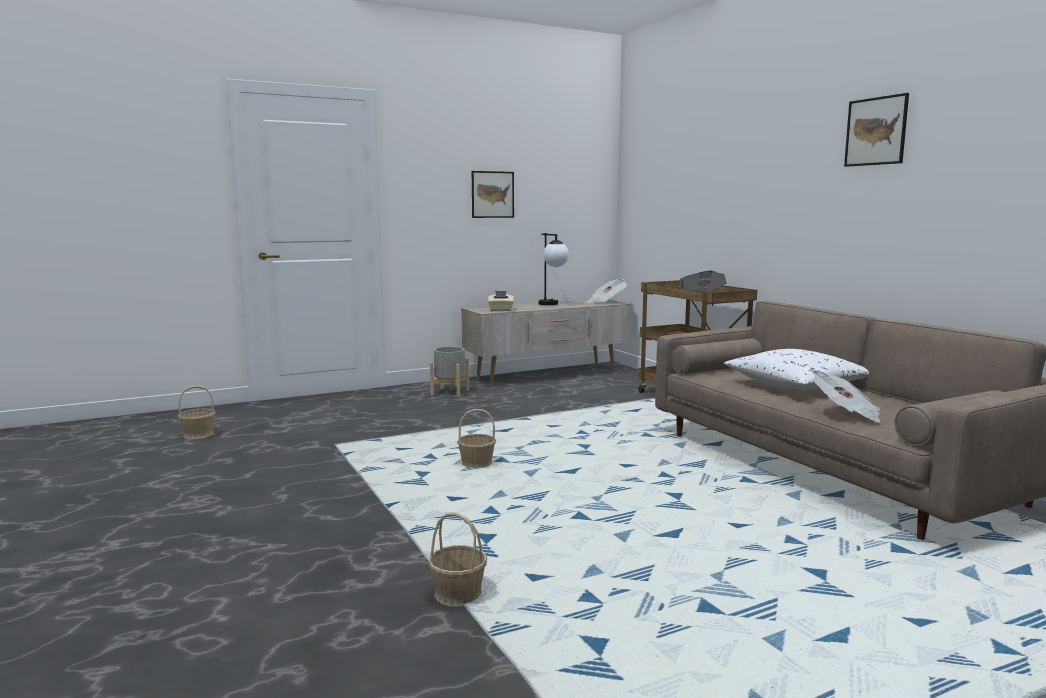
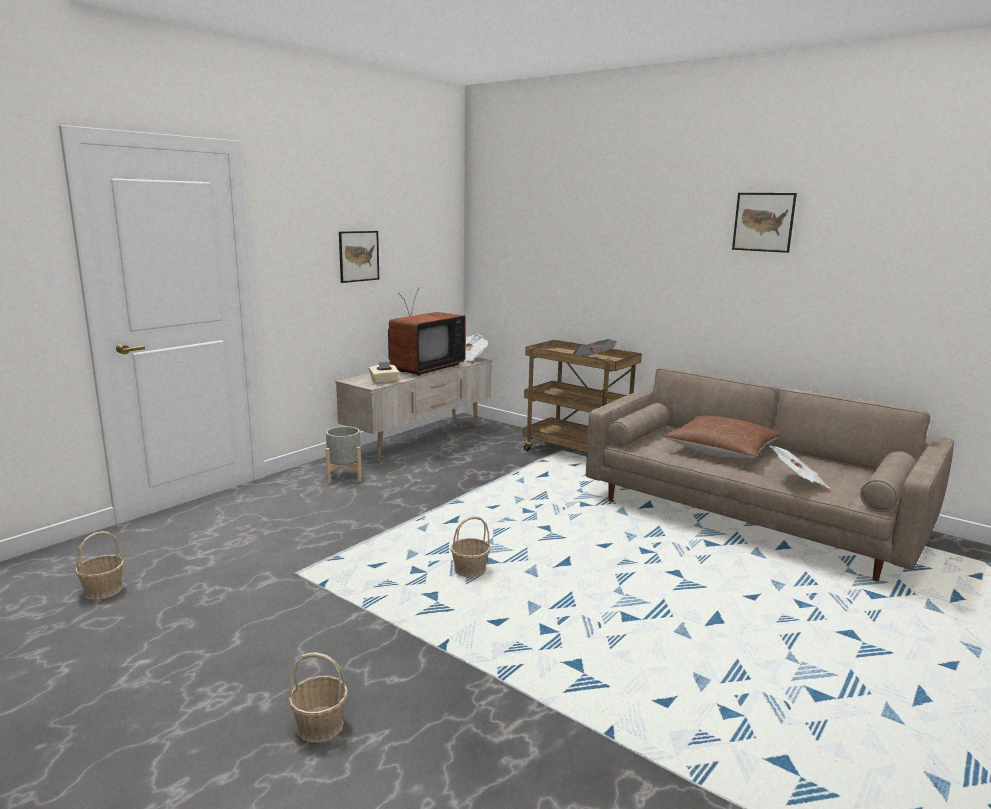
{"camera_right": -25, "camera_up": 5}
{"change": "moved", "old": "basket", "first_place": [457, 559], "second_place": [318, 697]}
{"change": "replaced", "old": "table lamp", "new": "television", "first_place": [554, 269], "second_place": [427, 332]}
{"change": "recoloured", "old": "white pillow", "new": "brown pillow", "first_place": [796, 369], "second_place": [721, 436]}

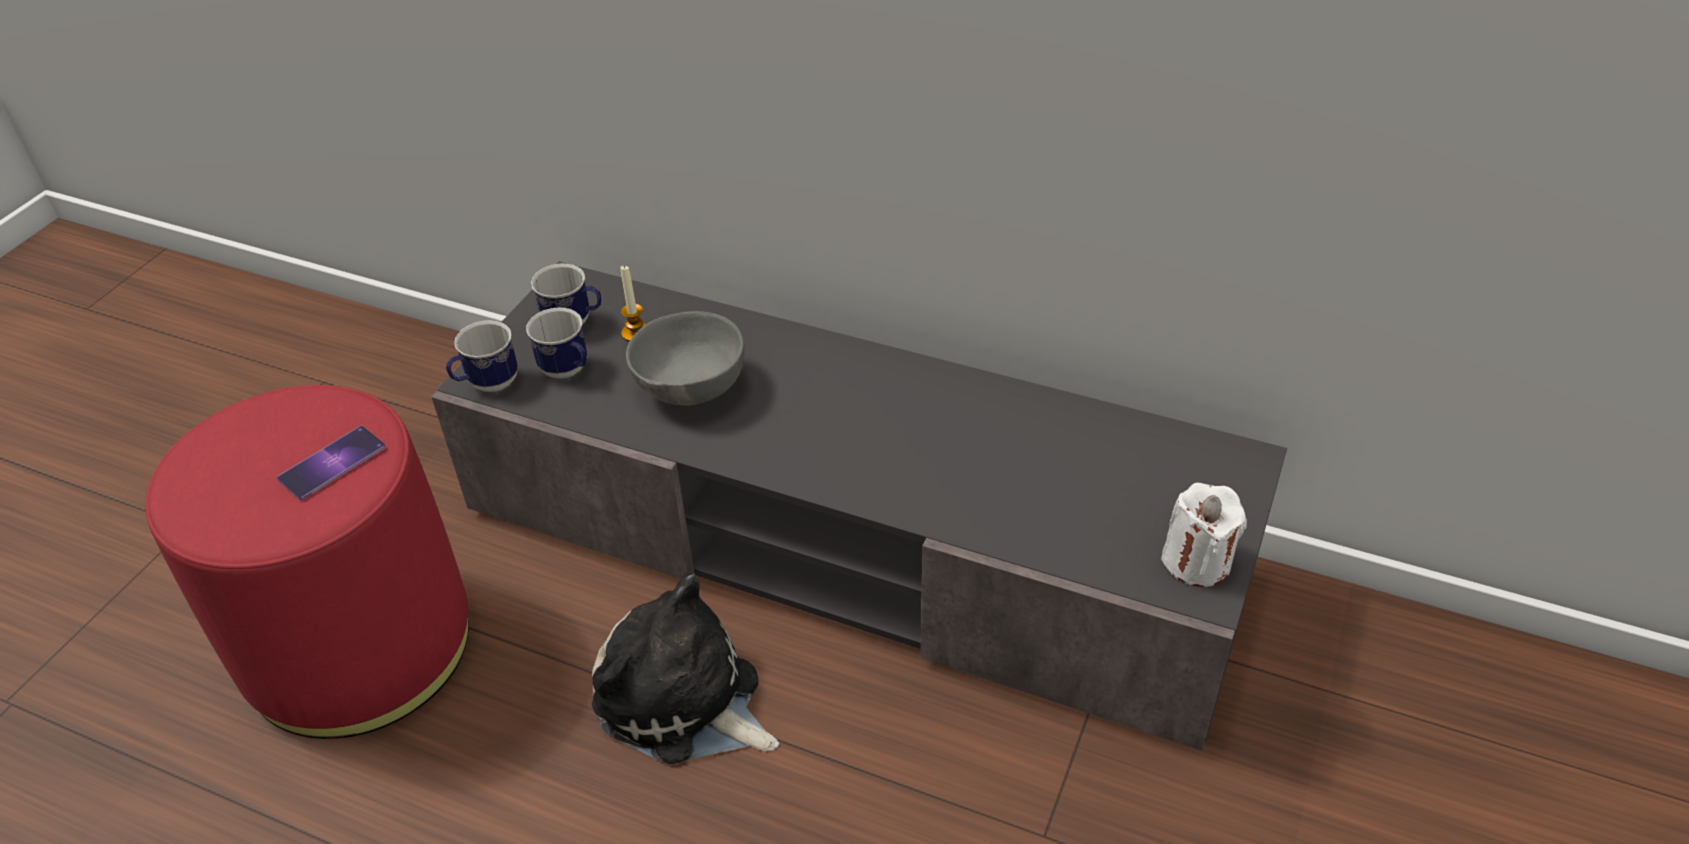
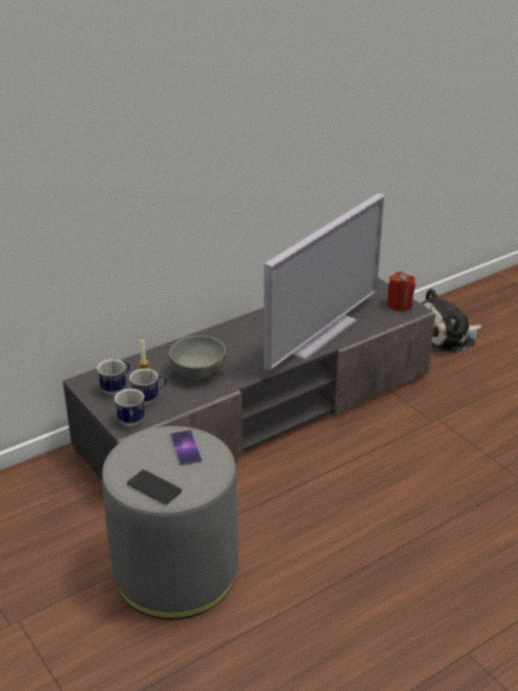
{"camera_right": -60, "camera_up": -10}
{"change": "recoloured", "old": "red ottoman", "new": "grey ottoman", "first_place": [307, 562], "second_place": [170, 522]}
{"change": "added", "new": "phone", "second_place": [154, 487]}
{"change": "added", "new": "television", "second_place": [324, 281]}
{"change": "recoloured", "old": "white candle", "new": "red candle", "first_place": [1204, 535], "second_place": [401, 291]}
{"change": "moved", "old": "plush toy", "first_place": [685, 668], "second_place": [452, 320]}

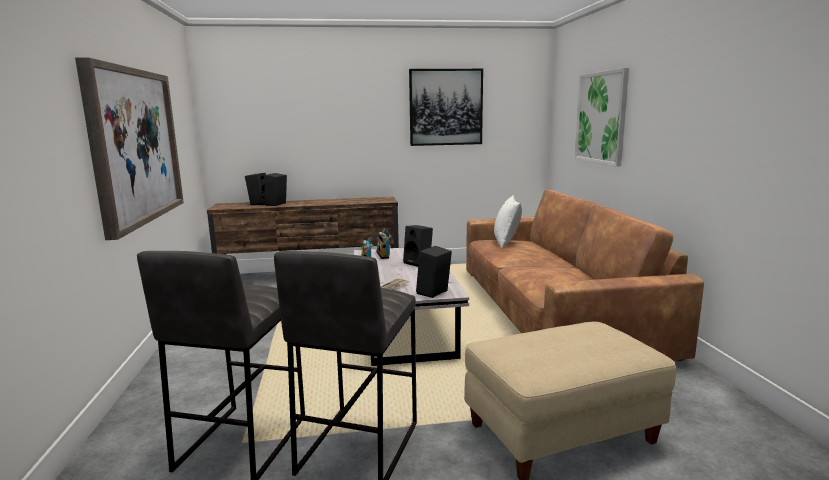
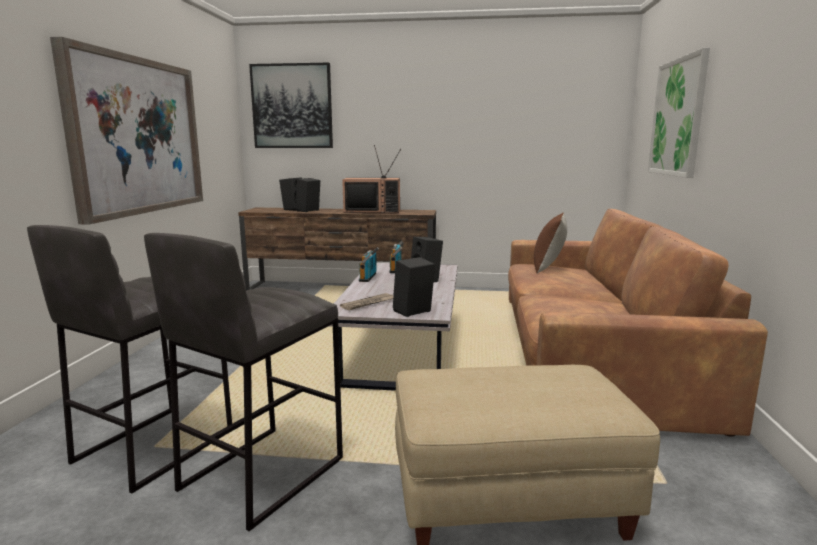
{"camera_right": 15, "camera_up": 0}
{"change": "moved", "old": "picture", "first_place": [446, 107], "second_place": [291, 105]}
{"change": "added", "new": "television", "second_place": [371, 179]}
{"change": "recoloured", "old": "white pillow", "new": "brown pillow", "first_place": [508, 221], "second_place": [550, 243]}

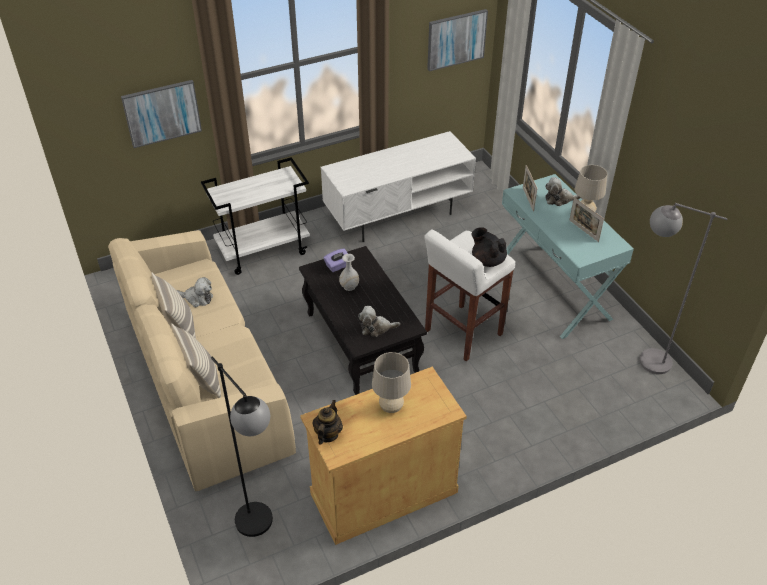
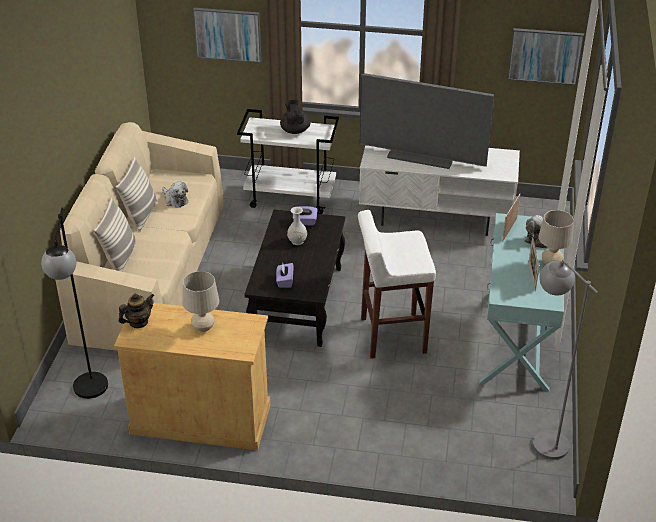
{"camera_right": 35, "camera_up": -5}
{"change": "replaced", "old": "plush toy", "new": "purple tissue box", "first_place": [379, 321], "second_place": [285, 275]}
{"change": "moved", "old": "black teapot", "first_place": [489, 247], "second_place": [295, 117]}
{"change": "added", "new": "television", "second_place": [427, 121]}

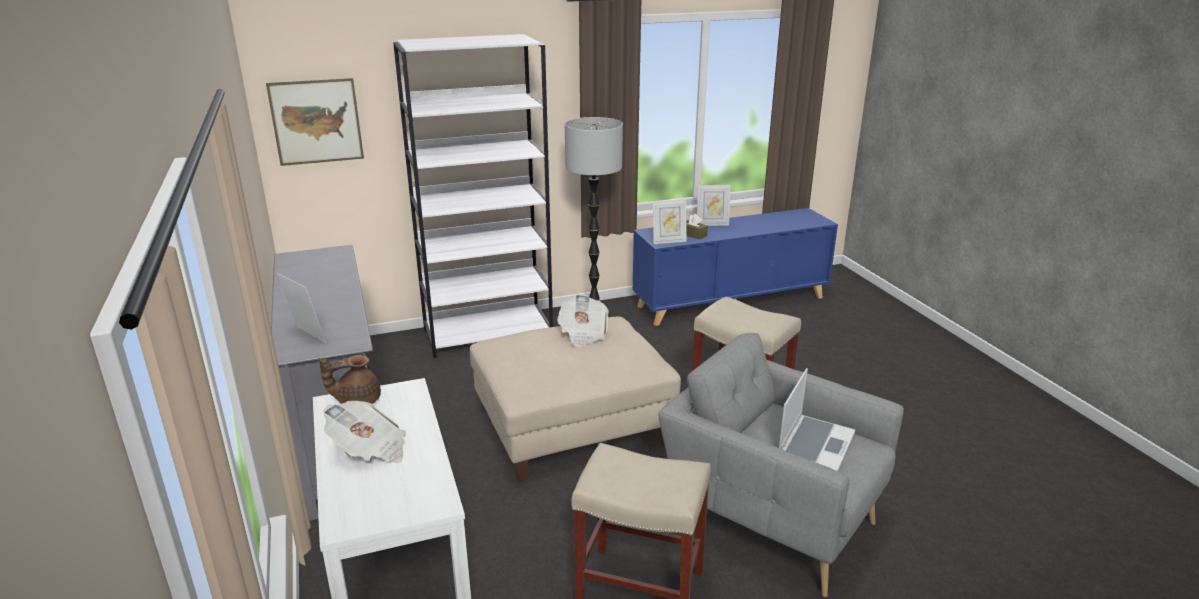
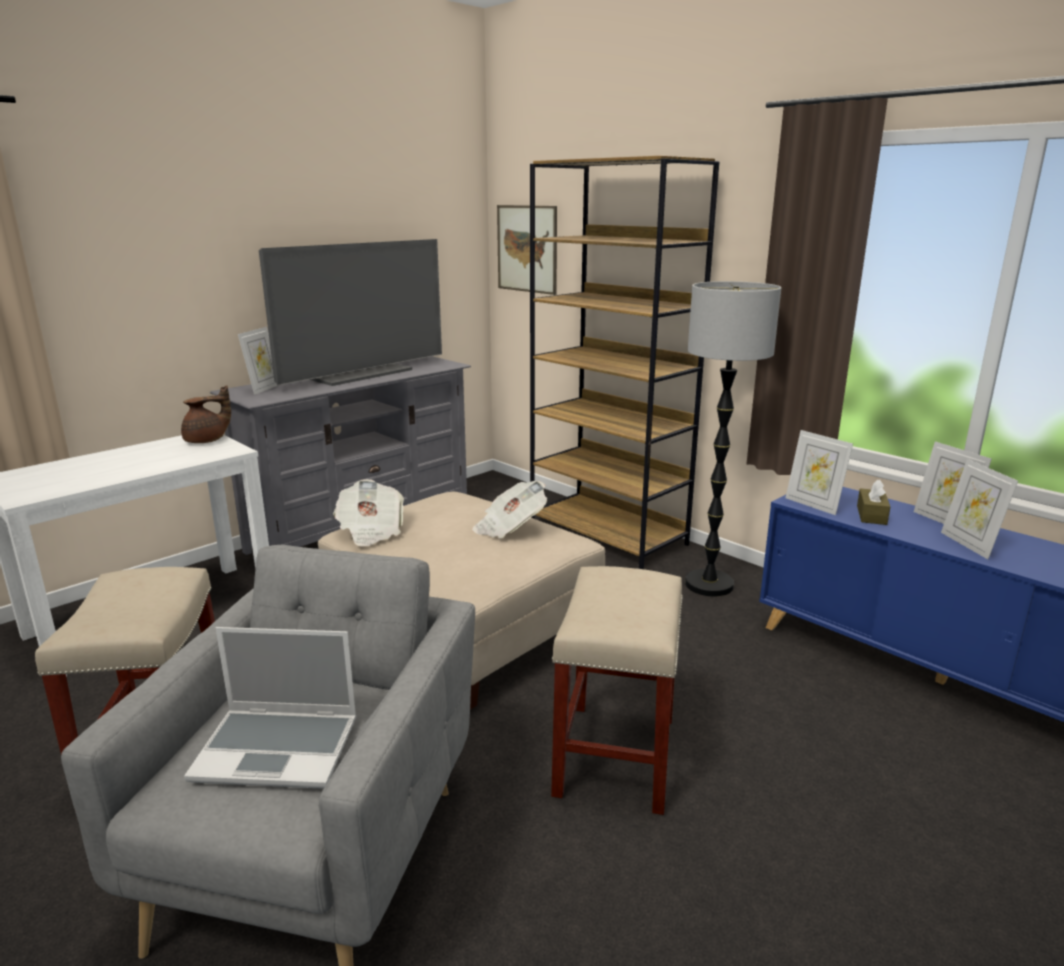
{"camera_right": 65, "camera_up": -5}
{"change": "turned", "old": "brown teapot", "first_place": [350, 379], "second_place": [206, 414], "degrees": 105}
{"change": "added", "new": "television", "second_place": [350, 312]}
{"change": "moved", "old": "newspaper", "first_place": [364, 432], "second_place": [368, 513]}
{"change": "recoloured", "old": "white bookcase", "new": "brown bookcase", "first_place": [473, 196], "second_place": [624, 362]}
{"change": "added", "new": "picture frame", "second_place": [979, 509]}

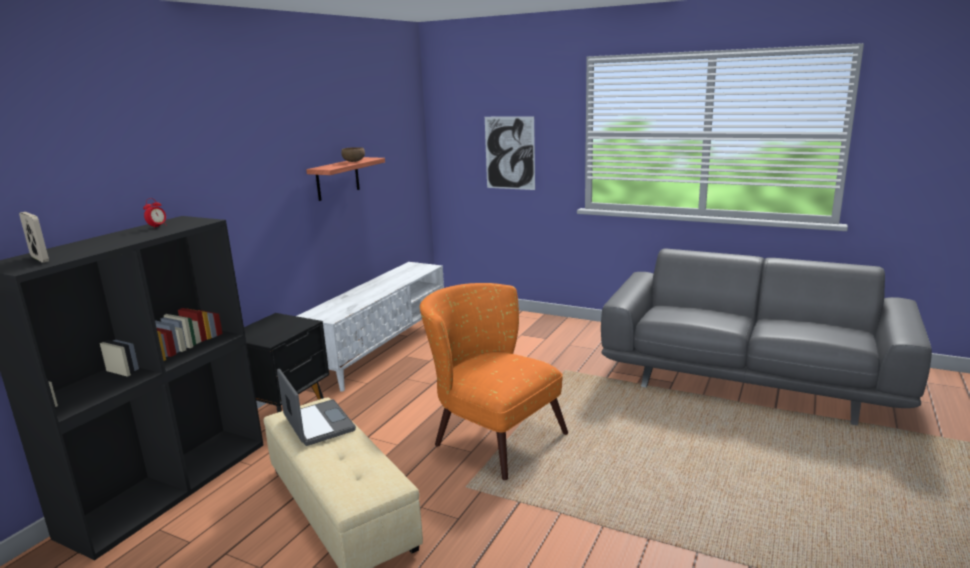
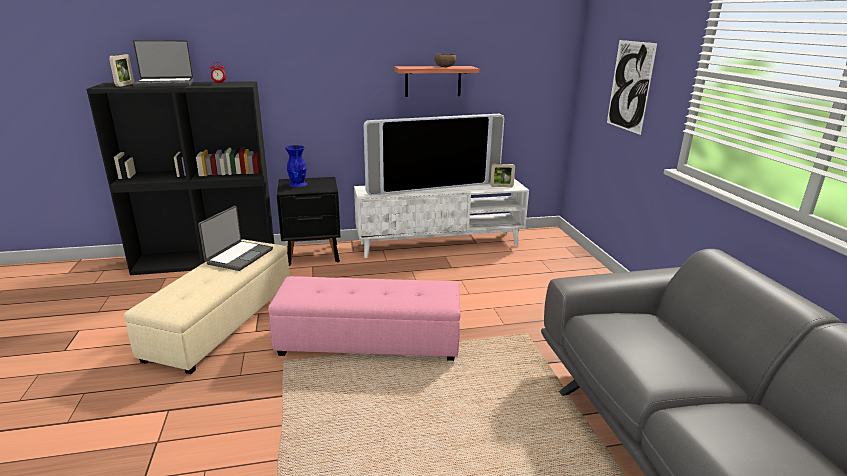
{"camera_right": 50, "camera_up": 5}
{"change": "added", "new": "laptop", "second_place": [163, 63]}
{"change": "replaced", "old": "orange armchair", "new": "pink ottoman", "first_place": [494, 381], "second_place": [364, 318]}
{"change": "added", "new": "blue vase", "second_place": [296, 166]}
{"change": "added", "new": "television", "second_place": [434, 155]}
{"change": "added", "new": "picture frame", "second_place": [502, 175]}

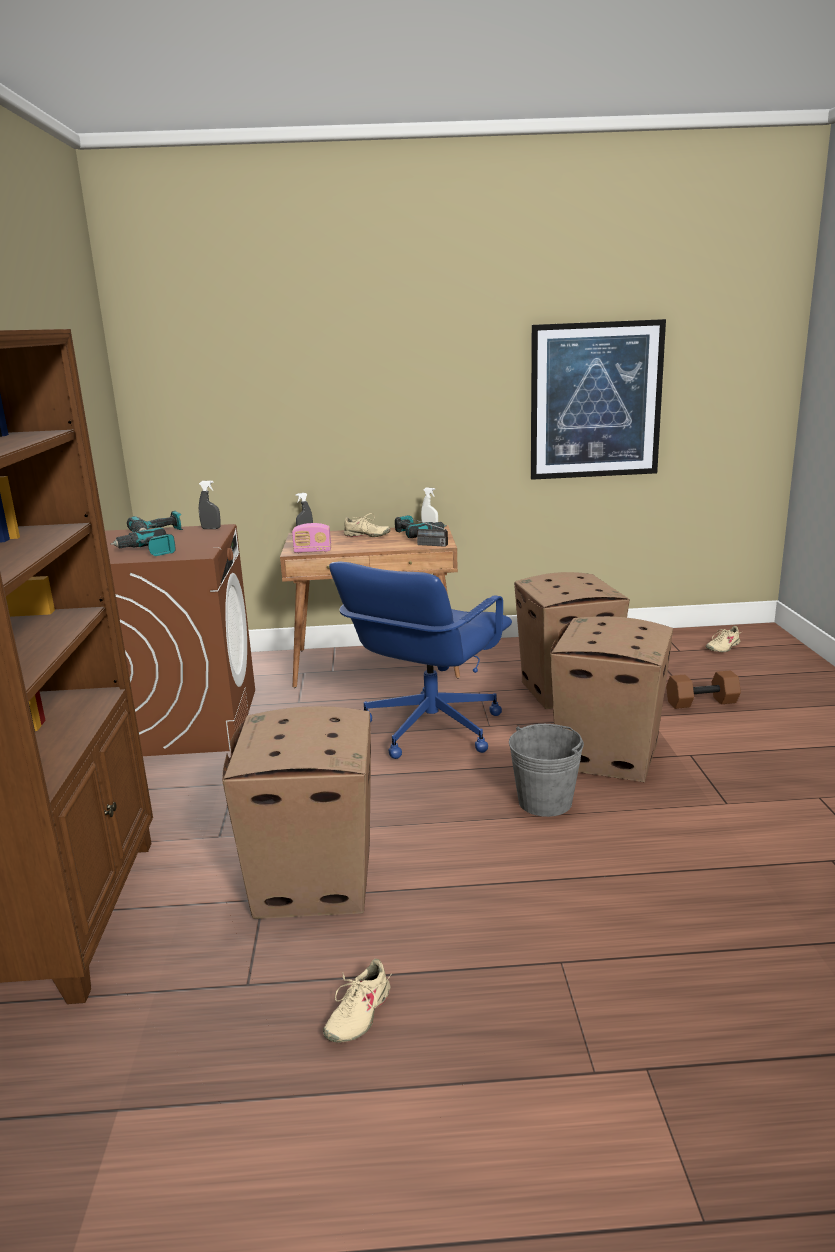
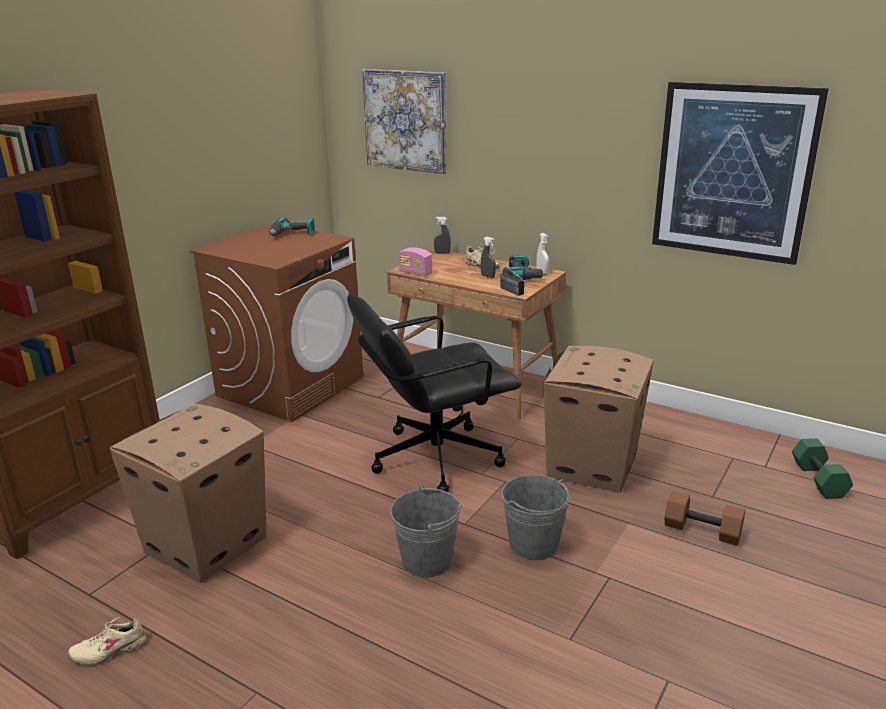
{"camera_right": 35, "camera_up": 5}
{"change": "recoloured", "old": "blue office chair", "new": "black office chair", "first_place": [420, 660], "second_place": [434, 393]}
{"change": "added", "new": "picture", "second_place": [404, 121]}
{"change": "moved", "old": "grey spray bottle", "first_place": [210, 505], "second_place": [488, 257]}
{"change": "replaced", "old": "cardboard box", "new": "grey bucket", "first_place": [611, 699], "second_place": [536, 517]}
{"change": "replaced", "old": "beige shoe", "new": "green dumbbell", "first_place": [724, 639], "second_place": [822, 468]}
{"change": "removed", "old": "power drill", "first_place": [143, 541]}

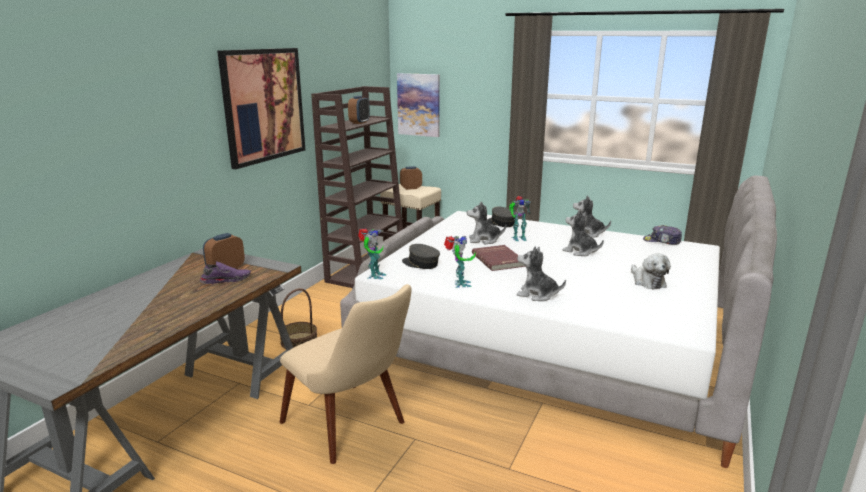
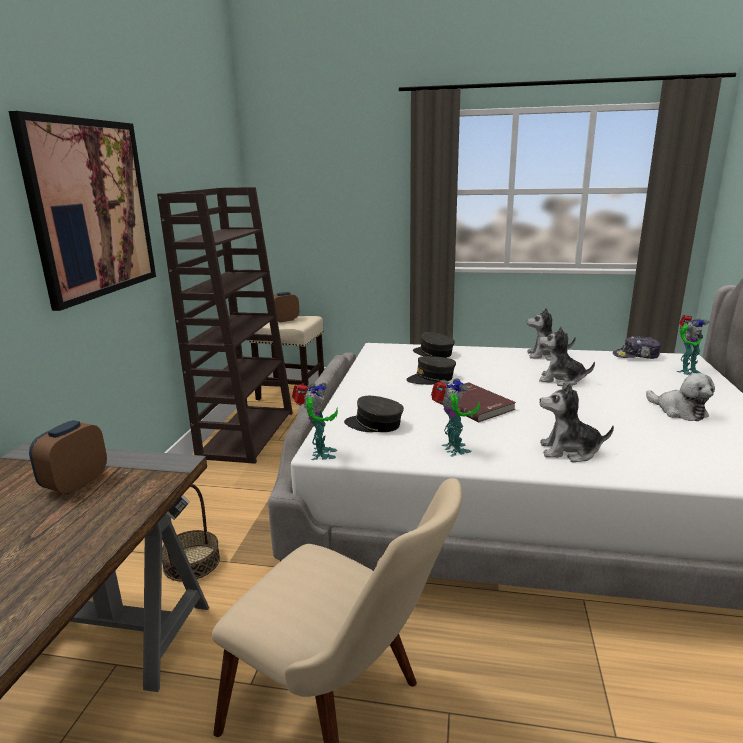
{"camera_right": -15, "camera_up": 0}
{"change": "replaced", "old": "plush toy", "new": "grey cap", "first_place": [486, 222], "second_place": [431, 370]}
{"change": "moved", "old": "toy robot", "first_place": [520, 218], "second_place": [693, 345]}
{"change": "removed", "old": "purple shoe", "first_place": [225, 272]}
{"change": "removed", "old": "alarm clock", "first_place": [359, 110]}
{"change": "removed", "old": "picture", "first_place": [418, 105]}

